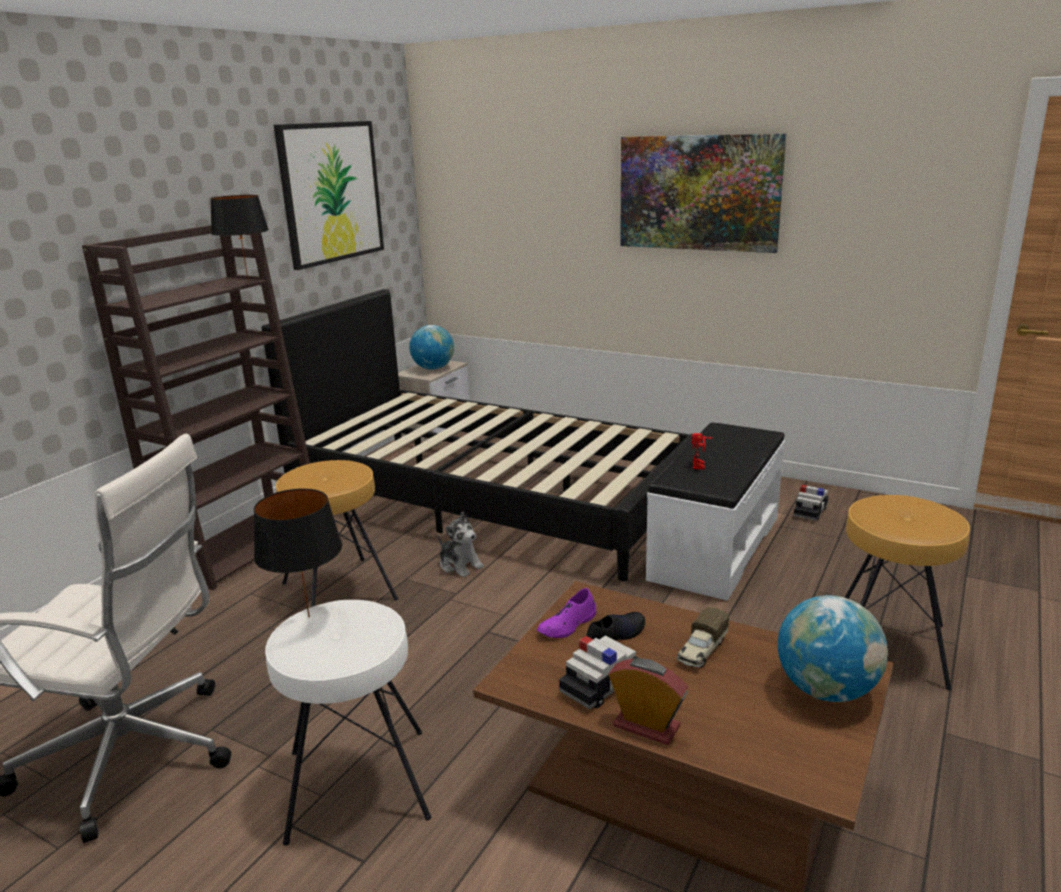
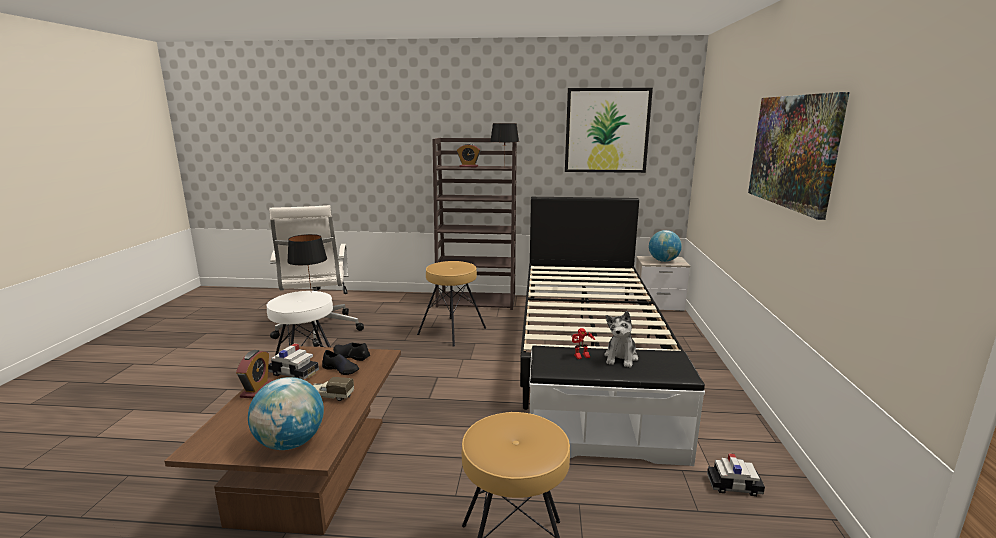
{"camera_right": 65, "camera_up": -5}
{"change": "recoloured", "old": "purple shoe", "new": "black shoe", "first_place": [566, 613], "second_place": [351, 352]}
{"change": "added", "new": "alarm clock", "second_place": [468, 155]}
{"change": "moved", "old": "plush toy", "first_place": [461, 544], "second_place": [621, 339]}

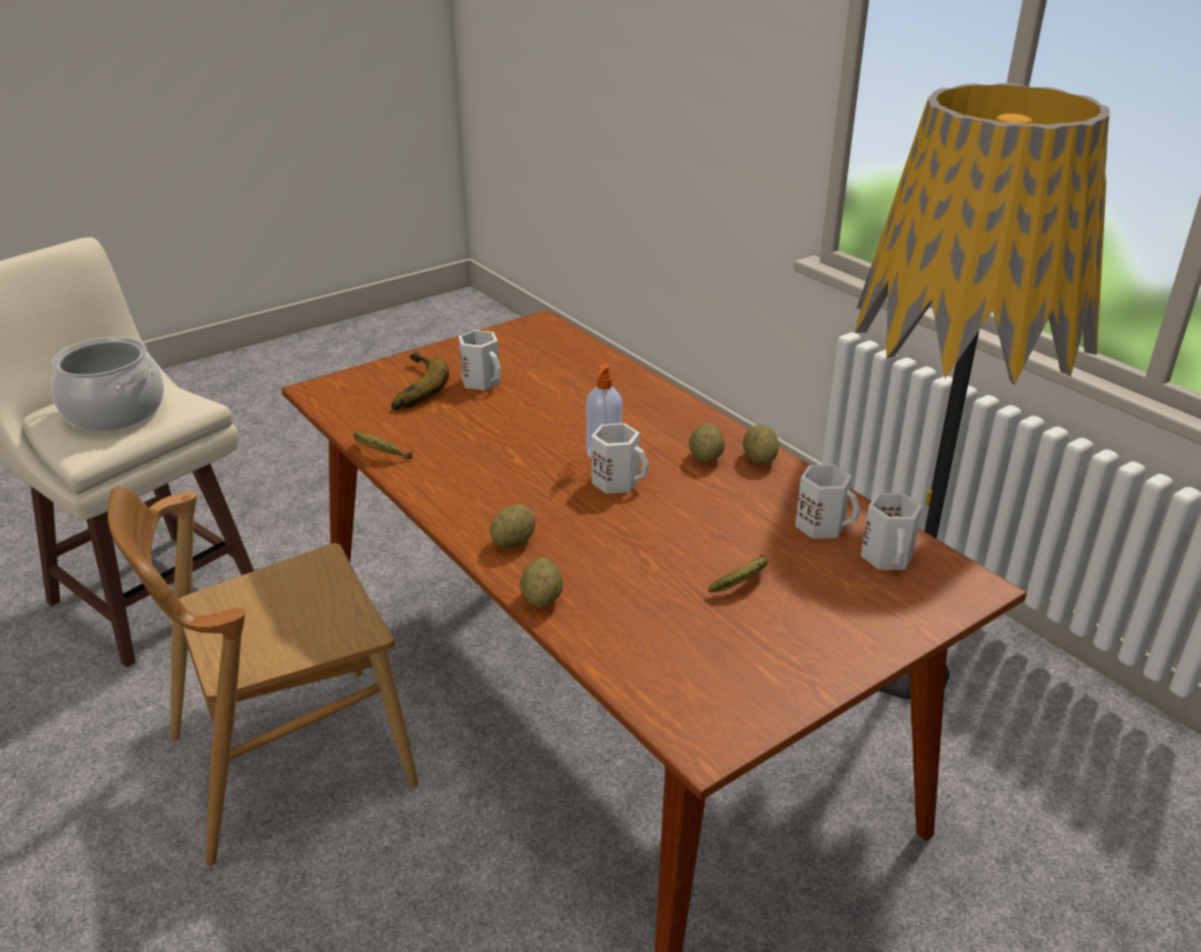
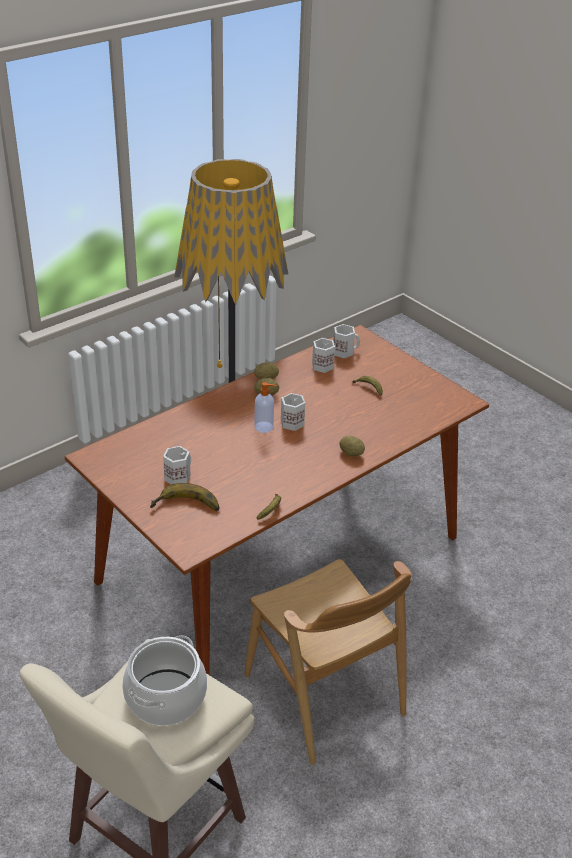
{"camera_right": -95, "camera_up": 5}
{"change": "removed", "old": "potato", "first_place": [541, 582]}

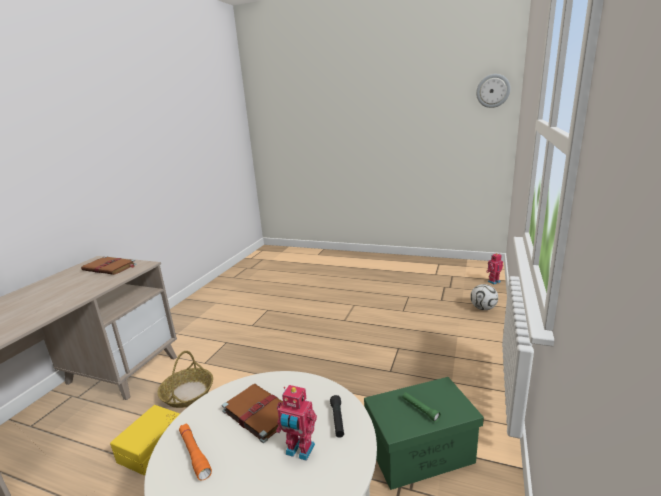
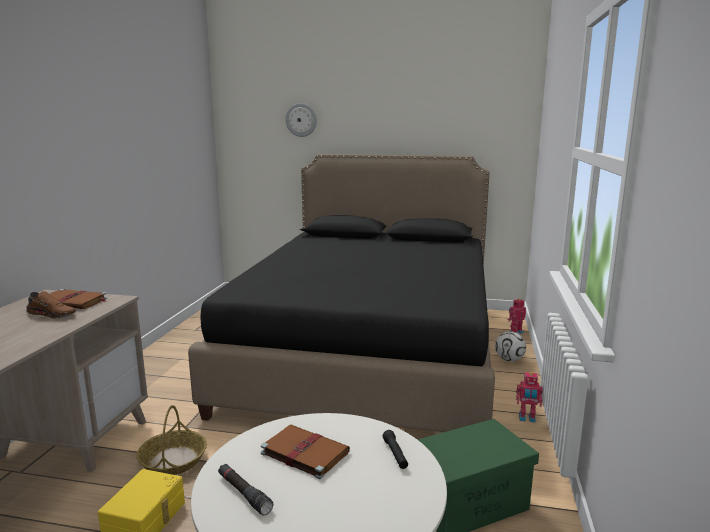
{"camera_right": -10, "camera_up": -5}
{"change": "added", "new": "brown shoe", "second_place": [51, 305]}
{"change": "added", "new": "black bed", "second_place": [341, 293]}
{"change": "recoloured", "old": "orange flashlight", "new": "black flashlight", "first_place": [195, 452], "second_place": [245, 489]}
{"change": "moved", "old": "wall clock", "first_place": [493, 91], "second_place": [301, 120]}
{"change": "moved", "old": "toy robot", "first_place": [296, 423], "second_place": [529, 397]}
{"change": "removed", "old": "green flashlight", "first_place": [422, 407]}

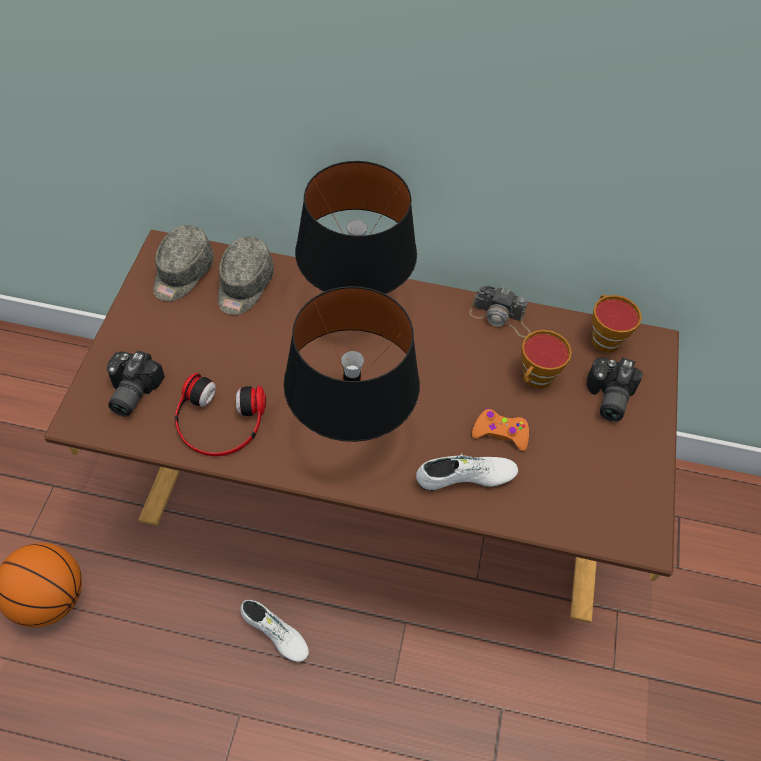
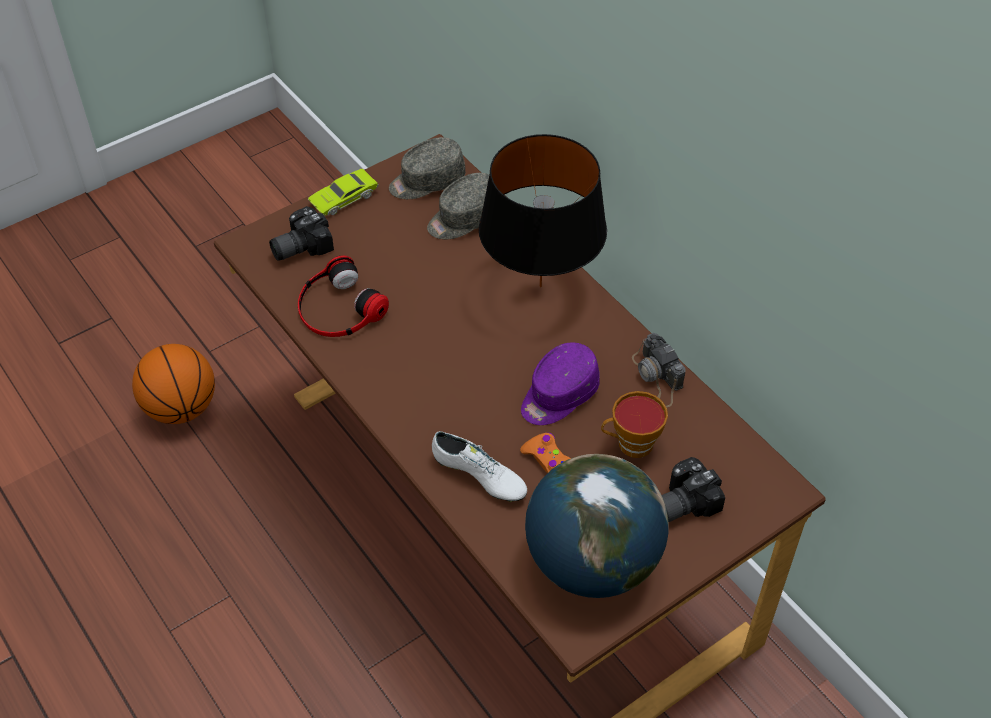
{"camera_right": 45, "camera_up": -5}
{"change": "added", "new": "green toy car", "second_place": [343, 192]}
{"change": "added", "new": "purple cap", "second_place": [560, 383]}
{"change": "added", "new": "globe", "second_place": [597, 526]}
{"change": "removed", "old": "white shoe", "first_place": [275, 631]}
{"change": "removed", "old": "black table lamp", "first_place": [352, 364]}
{"change": "removed", "old": "cup", "first_place": [616, 324]}

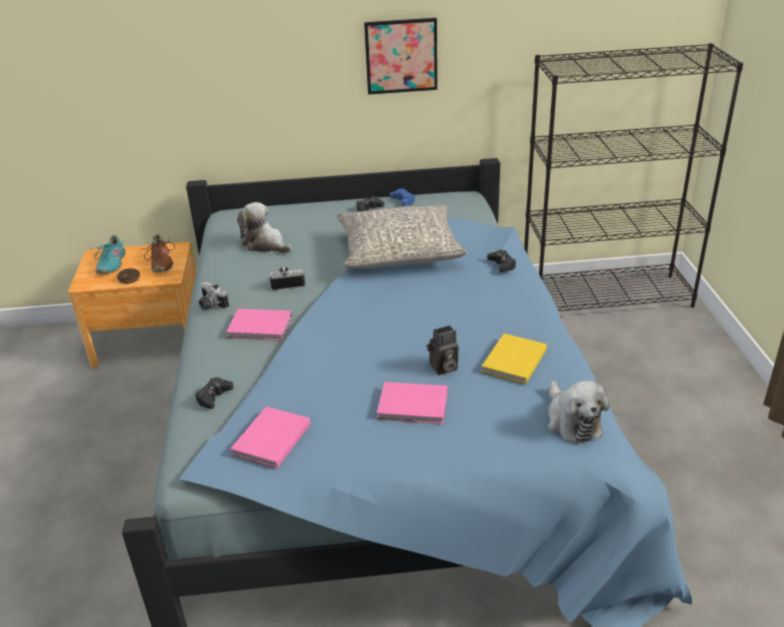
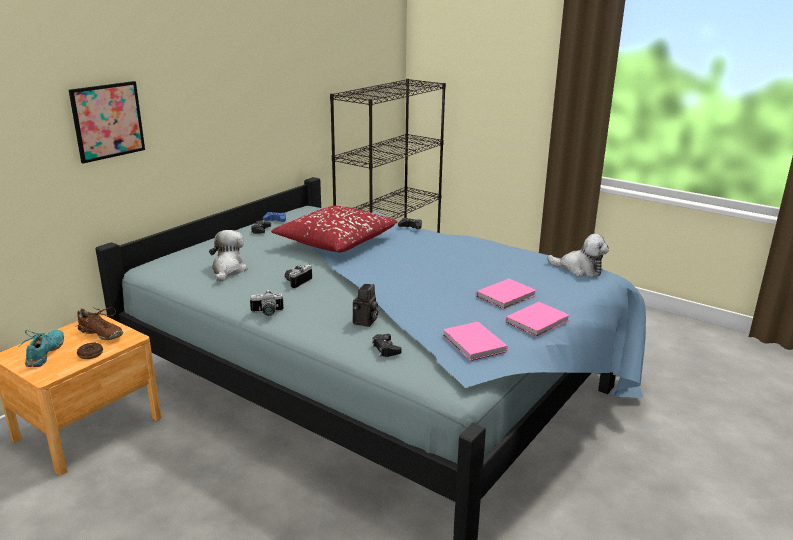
{"camera_right": -50, "camera_up": -10}
{"change": "turned", "old": "turquoise shoe", "first_place": [110, 254], "second_place": [41, 348], "degrees": -135}
{"change": "moved", "old": "picture", "first_place": [400, 56], "second_place": [107, 122]}
{"change": "turned", "old": "plush toy", "first_place": [264, 227], "second_place": [228, 256], "degrees": 105}
{"change": "recoloured", "old": "grey pillow", "new": "red pillow", "first_place": [402, 236], "second_place": [334, 229]}
{"change": "moved", "old": "photo camera", "first_place": [442, 350], "second_place": [365, 305]}
{"change": "moved", "old": "pink book", "first_place": [259, 325], "second_place": [538, 319]}
{"change": "removed", "old": "yellow book", "first_place": [514, 359]}

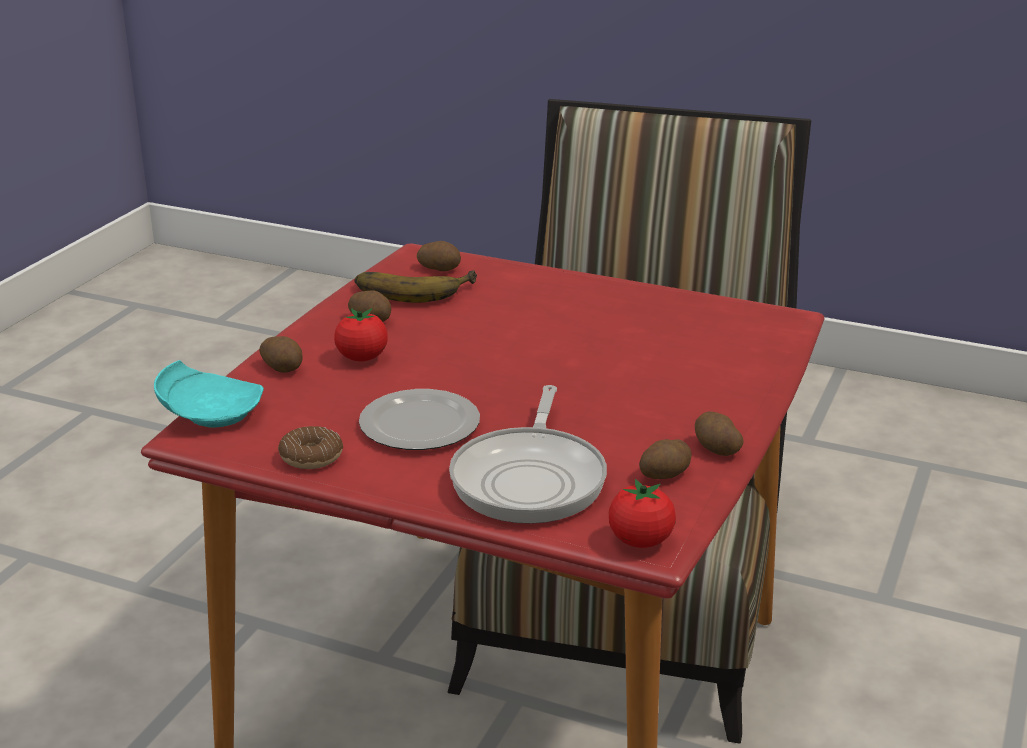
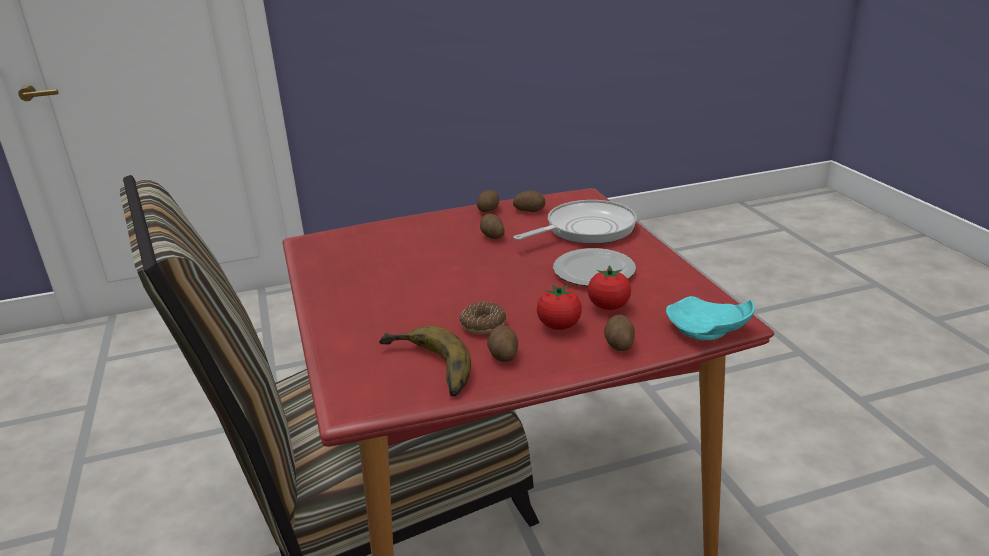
{"camera_right": -130, "camera_up": 0}
{"change": "moved", "old": "donut", "first_place": [310, 447], "second_place": [483, 318]}
{"change": "moved", "old": "potato", "first_place": [439, 256], "second_place": [492, 226]}
{"change": "moved", "old": "tomato", "first_place": [642, 513], "second_place": [609, 287]}

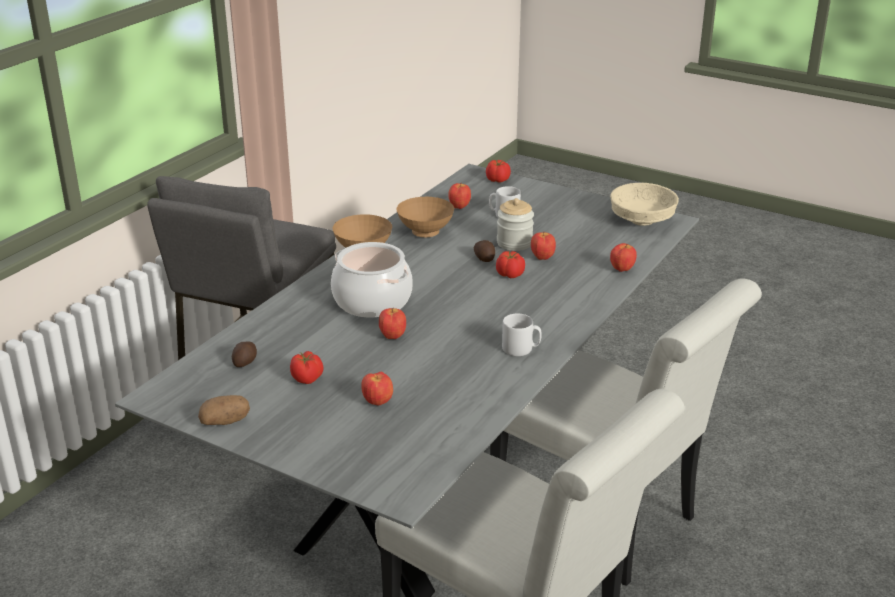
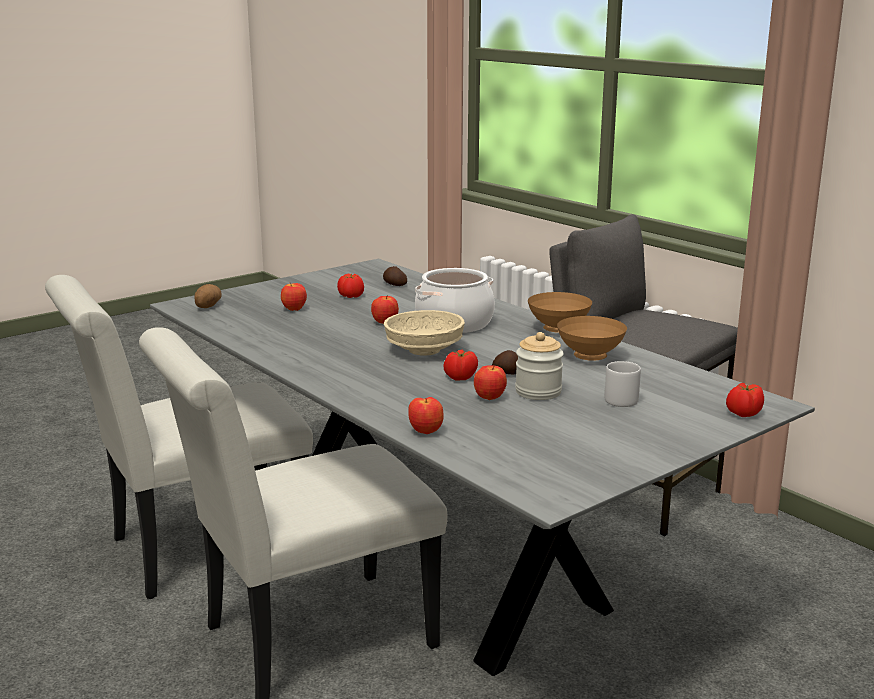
{"camera_right": 110, "camera_up": -10}
{"change": "moved", "old": "potato", "first_place": [224, 410], "second_place": [207, 296]}
{"change": "moved", "old": "beige bowl", "first_place": [644, 204], "second_place": [424, 332]}
{"change": "removed", "old": "apple", "first_place": [459, 196]}
{"change": "removed", "old": "grey mug", "first_place": [522, 334]}

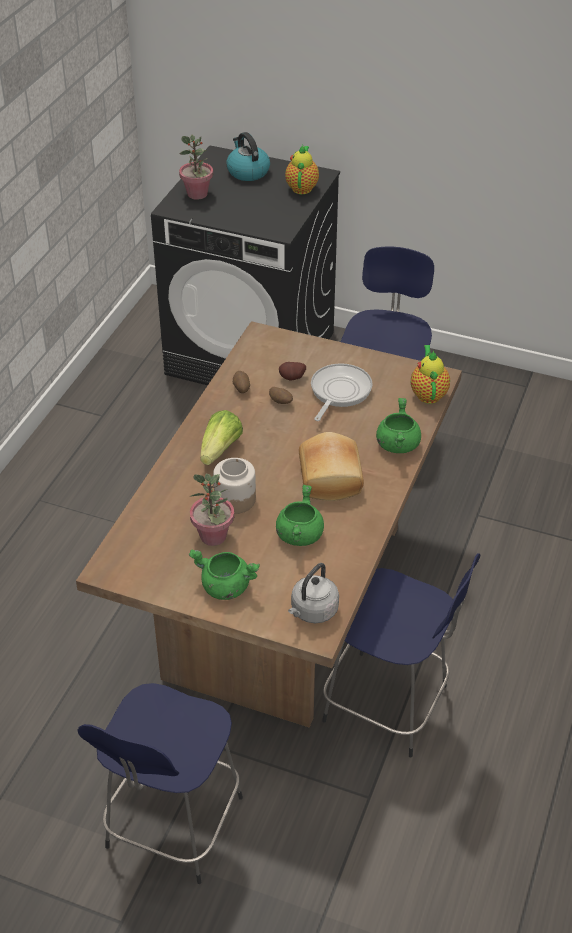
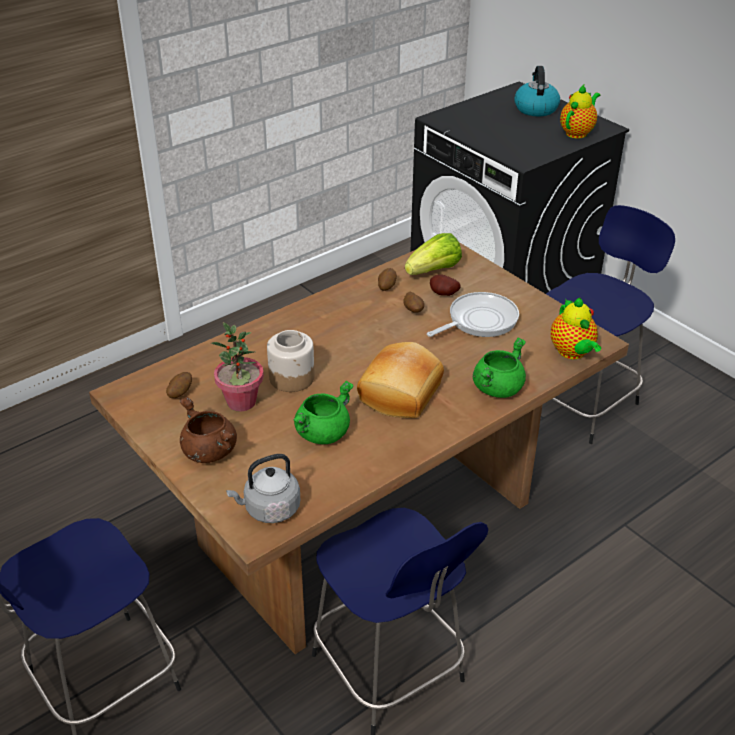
{"camera_right": 30, "camera_up": -5}
{"change": "added", "new": "potato", "second_place": [179, 385]}
{"change": "recoloured", "old": "green cooking pot", "new": "brown cooking pot", "first_place": [224, 574], "second_place": [208, 430]}
{"change": "moved", "old": "lettuce", "first_place": [221, 437], "second_place": [433, 254]}
{"change": "turned", "old": "teapot", "first_place": [430, 374], "second_place": [576, 328], "degrees": 135}
{"change": "removed", "old": "potted plant", "first_place": [196, 167]}

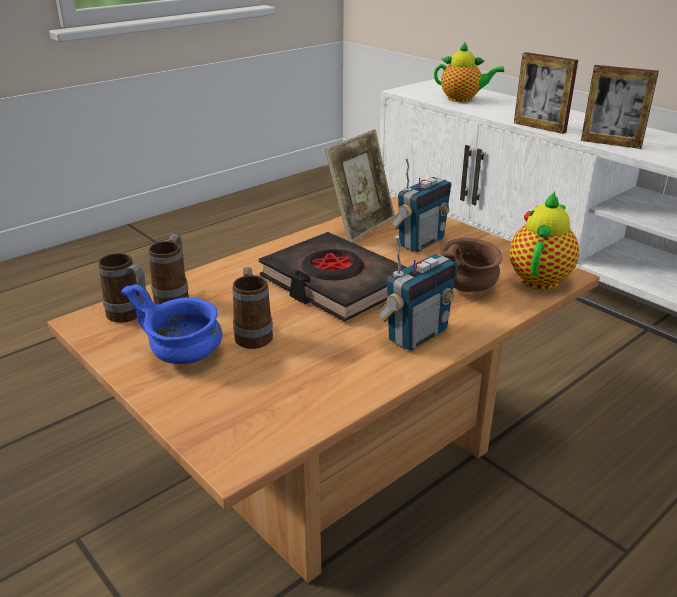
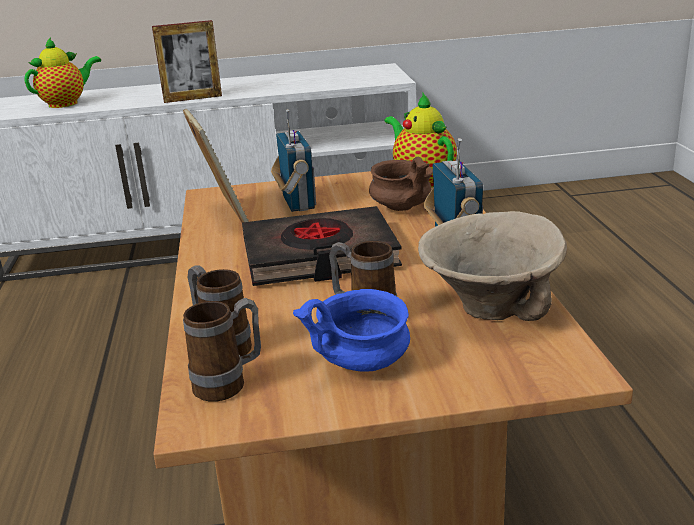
{"camera_right": -55, "camera_up": -5}
{"change": "added", "new": "beige bowl", "second_place": [492, 266]}
{"change": "removed", "old": "picture frame", "first_place": [620, 107]}

